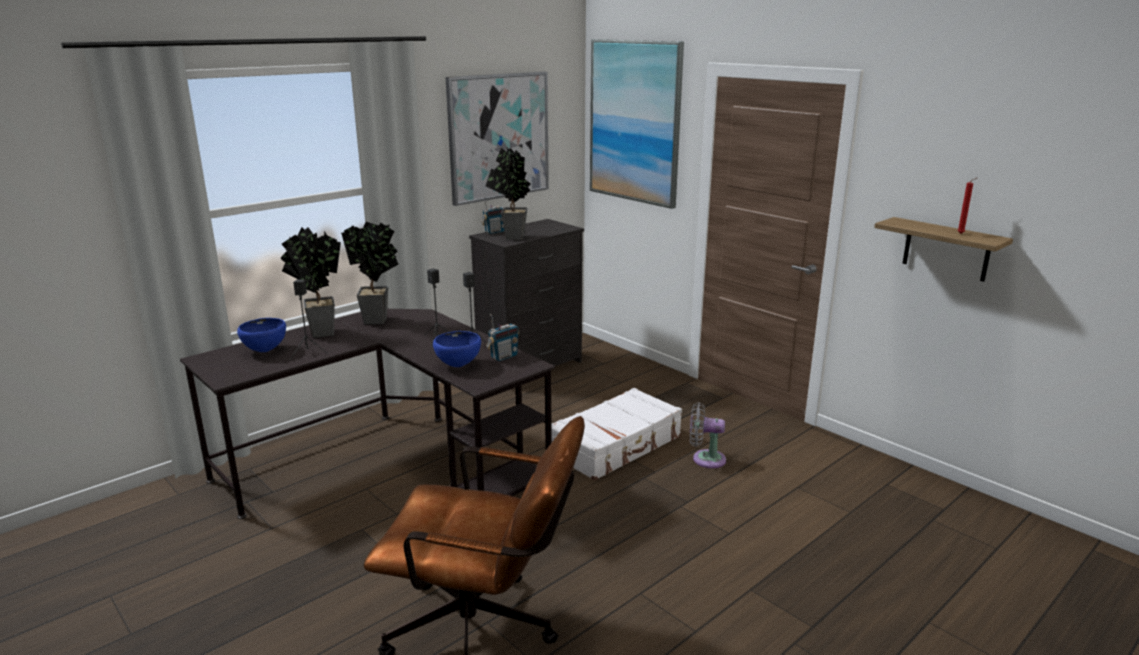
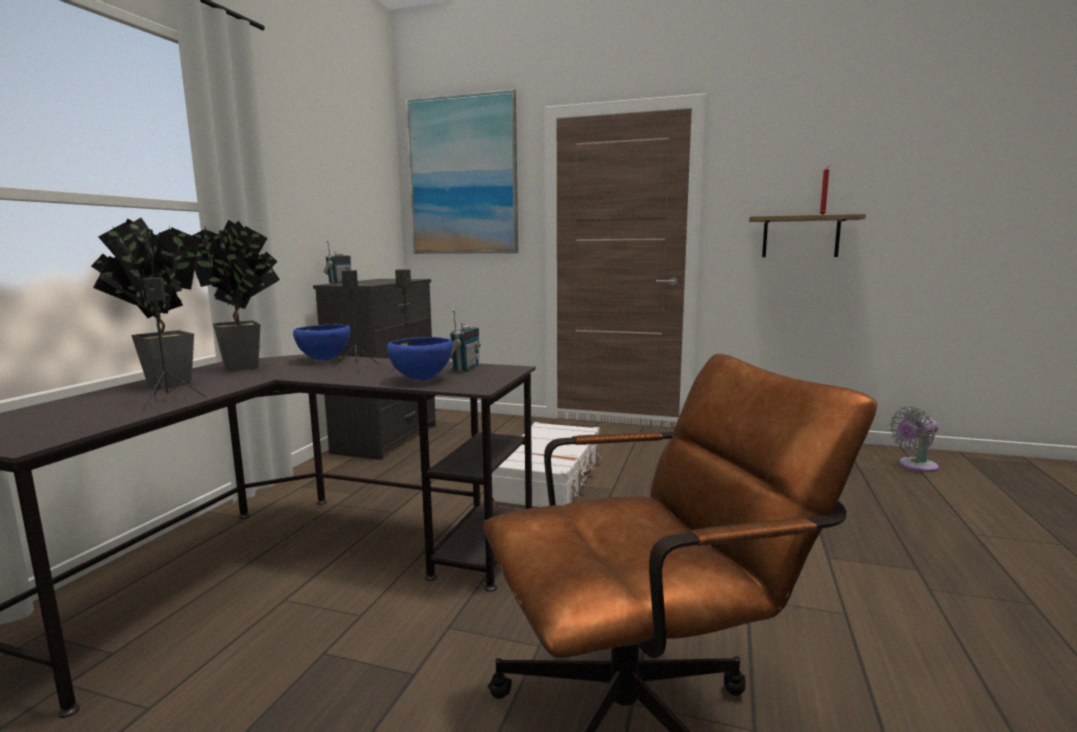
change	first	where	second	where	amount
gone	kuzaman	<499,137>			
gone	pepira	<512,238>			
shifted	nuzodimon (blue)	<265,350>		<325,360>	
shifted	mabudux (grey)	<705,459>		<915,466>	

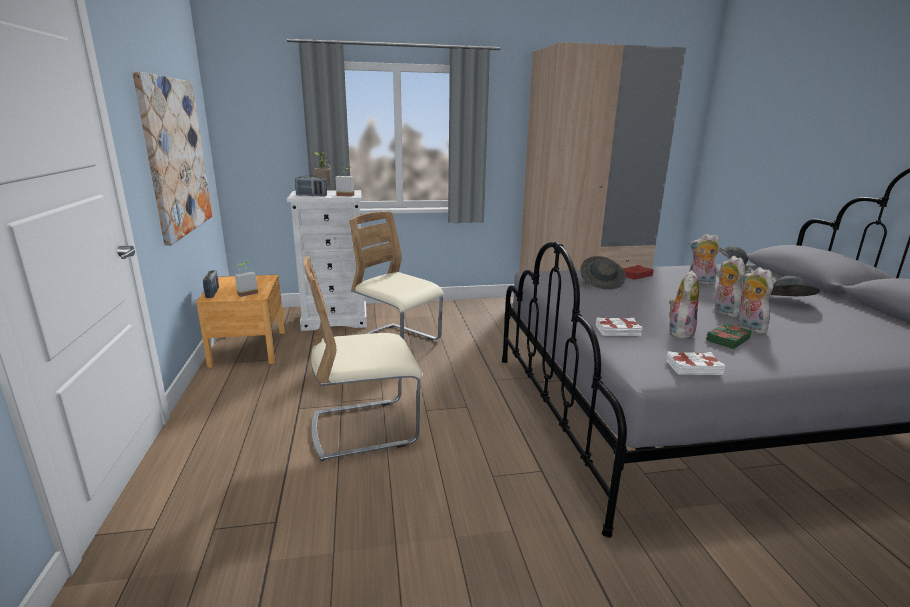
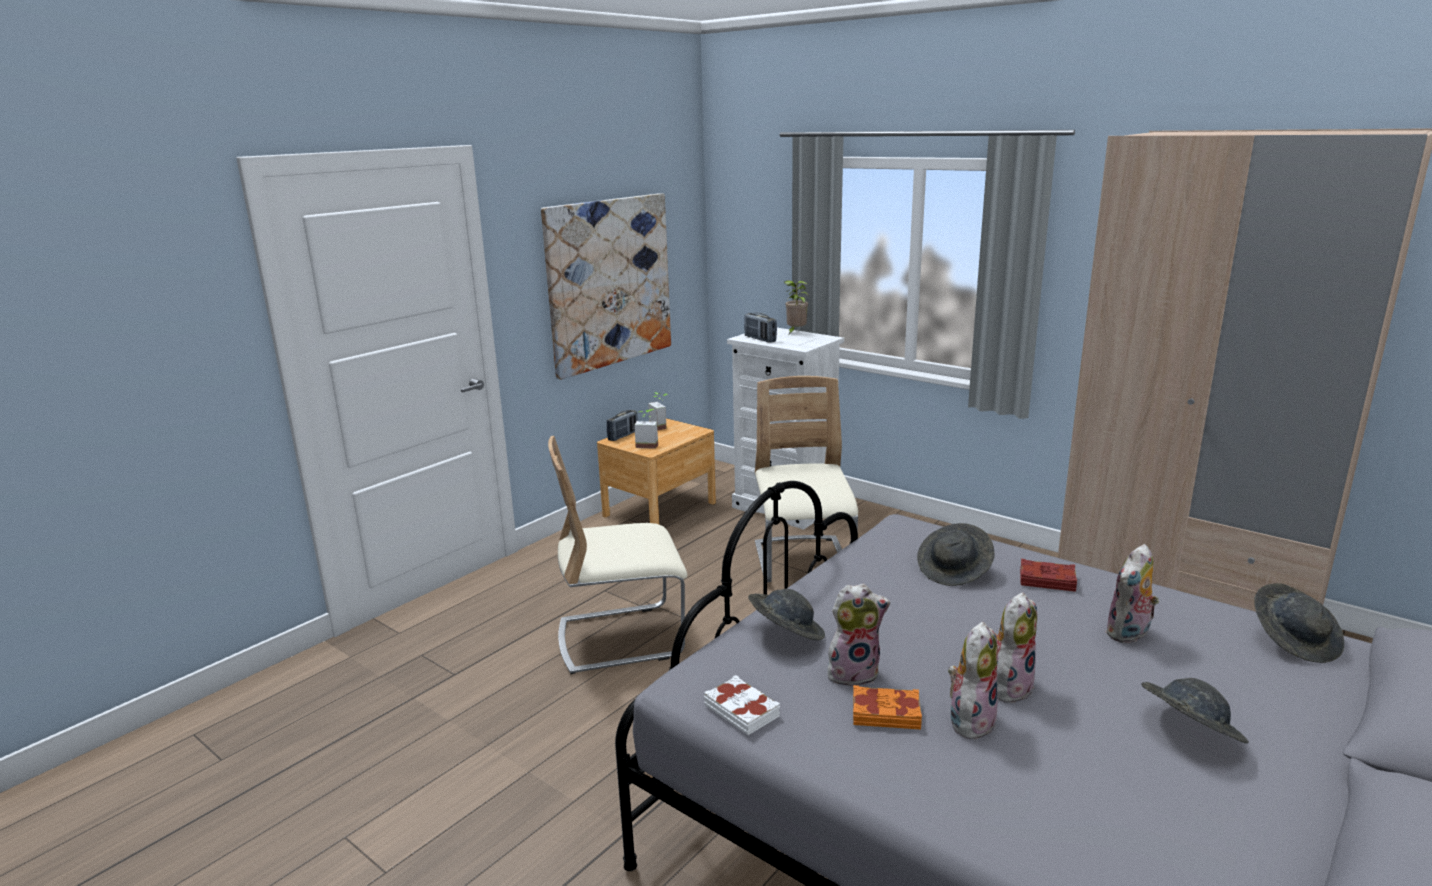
change	first	where	second	where	amount
shifted	pepira	<346,195>		<661,426>	
swapped	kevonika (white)	<618,331>	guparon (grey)	<785,633>	
repainted	kevonika (green)	<727,339>	kevonika (orange)	<885,713>	
rotated	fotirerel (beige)	<364,428>		<621,638>	45 degrees counterclockwise
rotated	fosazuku	<700,282>		<1129,634>	120 degrees counterclockwise

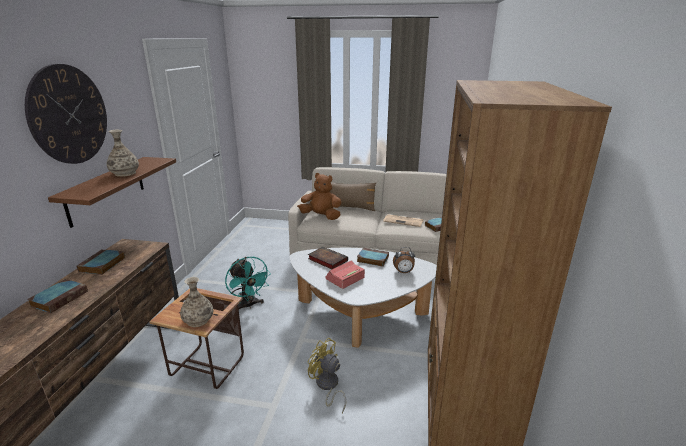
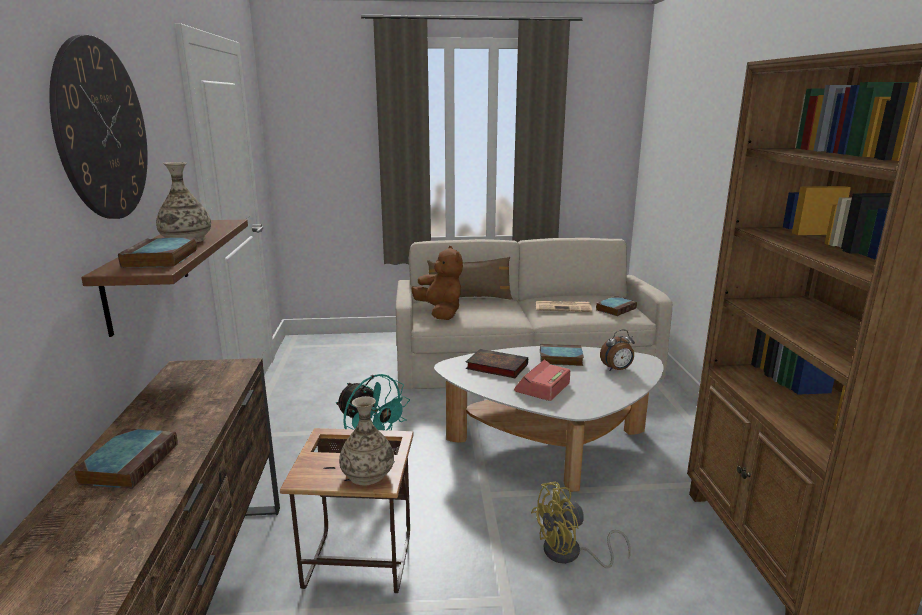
change	first	where	second	where	amount
shifted	kevonika	<102,265>		<161,259>	
rotated	fosazuku (brown)	<321,216>		<440,312>	60 degrees clockwise
rotated	mabudux (yellow)	<327,386>		<570,554>	45 degrees counterclockwise

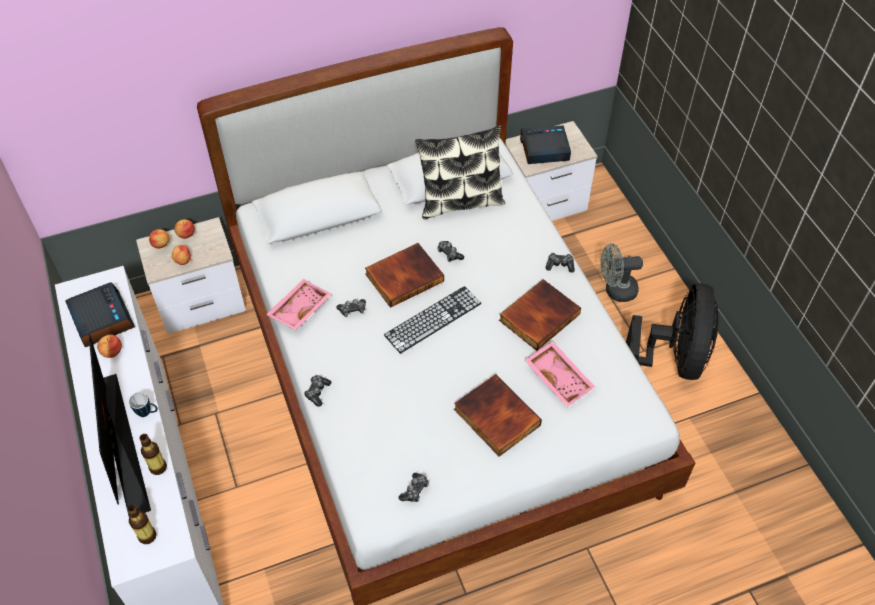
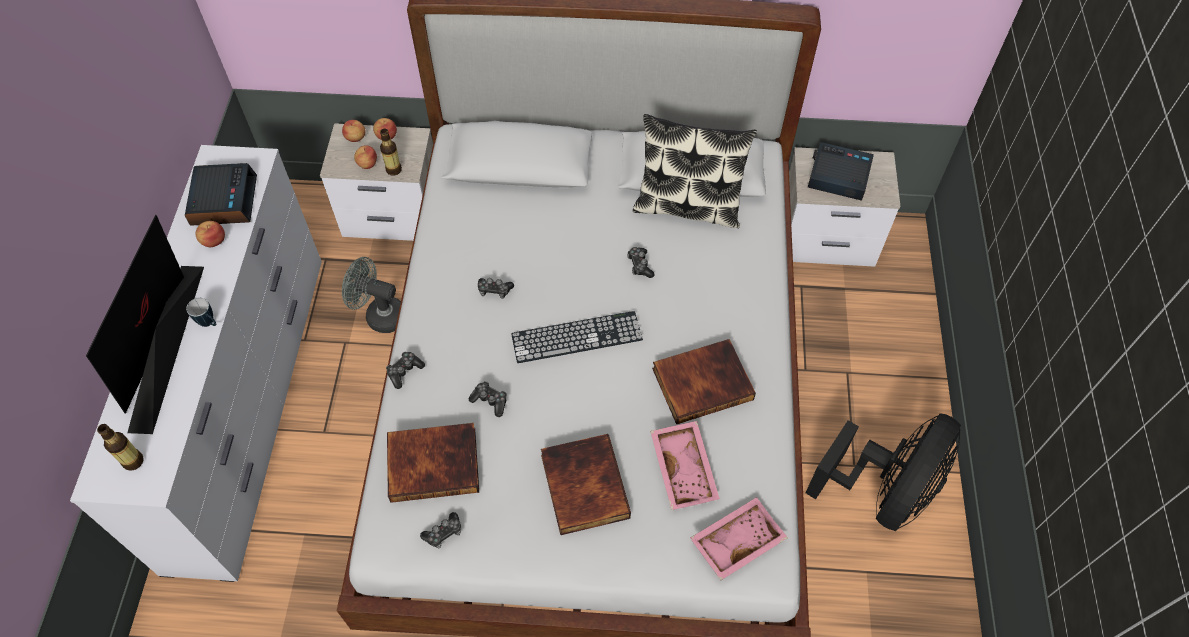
change	first	where	second	where	amount
shifted	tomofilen	<158,467>		<393,170>	
shifted	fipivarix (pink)	<299,309>		<736,540>	
shifted	kevonika	<404,276>		<434,462>	
shifted	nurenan	<560,265>		<490,401>	
shifted	mabudux (grey)	<615,290>		<380,315>	

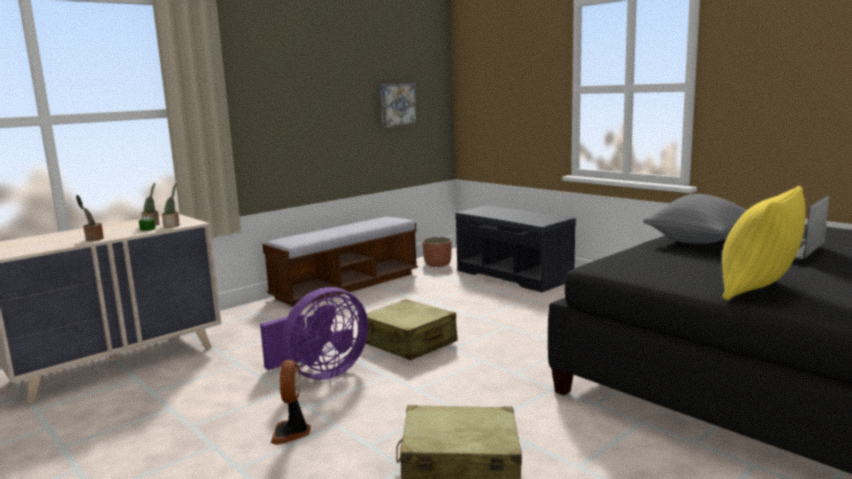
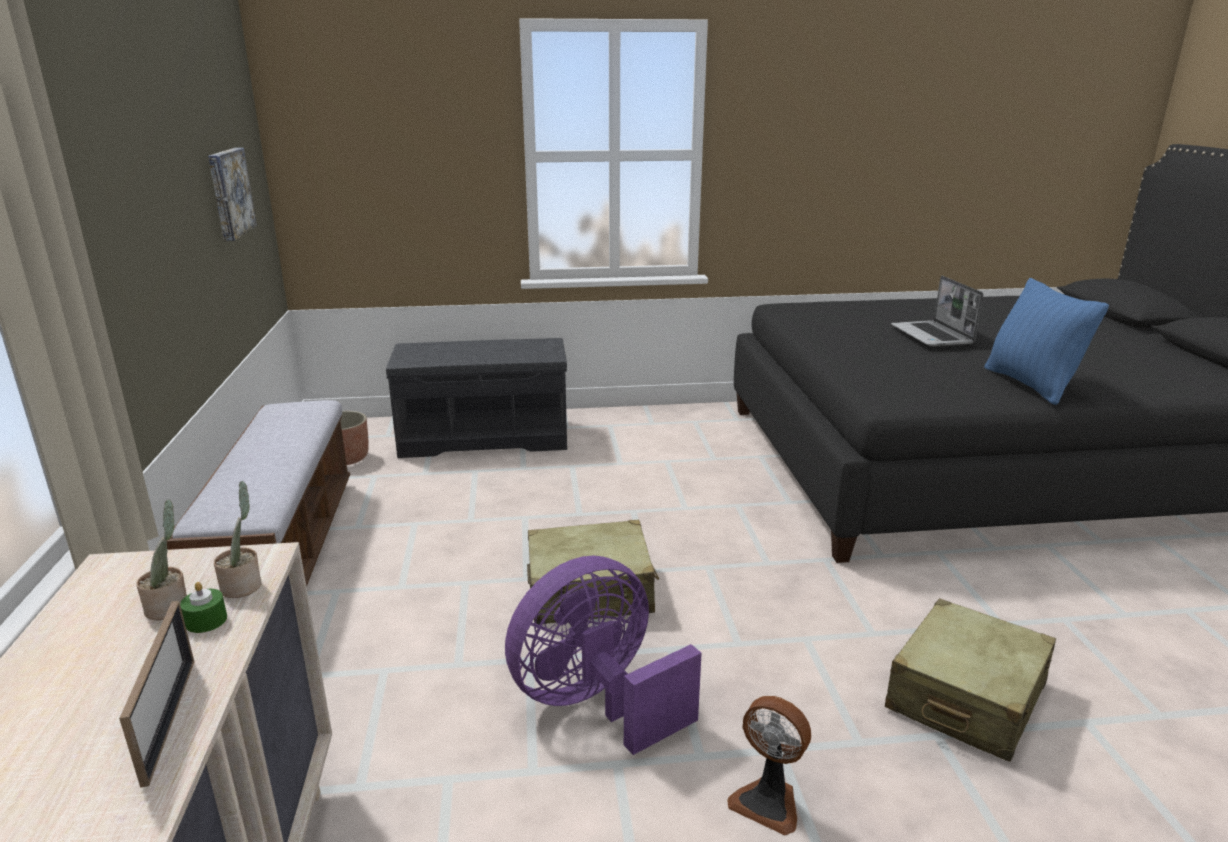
change	first	where	second	where	amount
gone	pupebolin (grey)	<701,242>			
swapped	pepira	<93,239>	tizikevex	<169,718>	
repainted	pupebolin (yellow)	<757,288>	pupebolin (blue)	<1030,385>	
rotated	mabudux (purple)	<320,373>		<596,703>	120 degrees counterclockwise

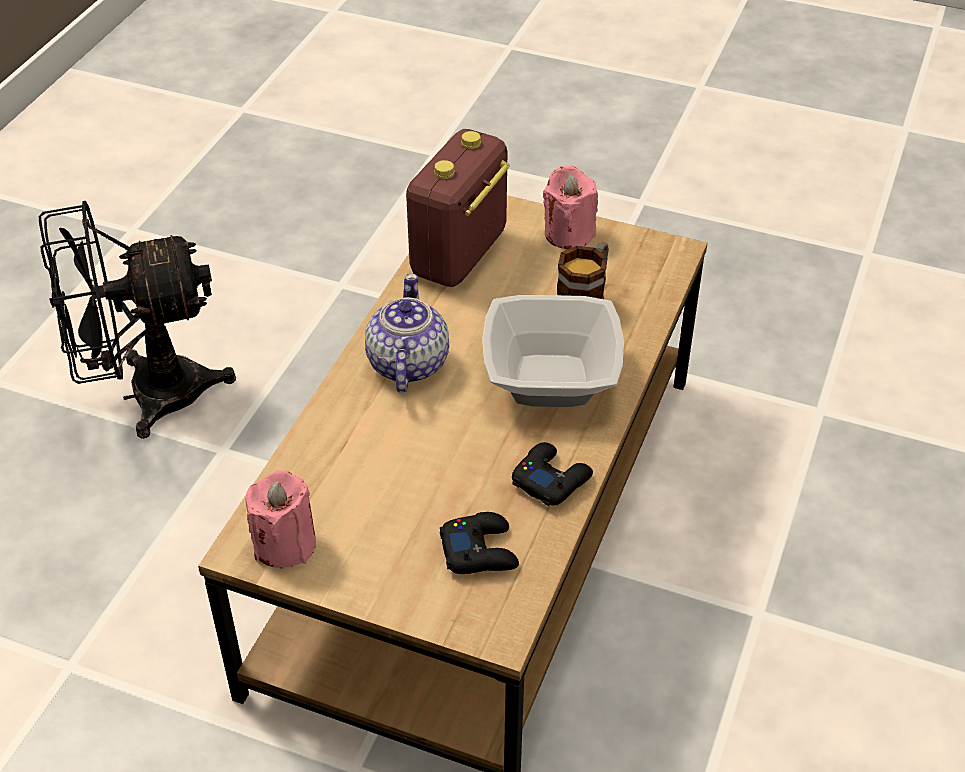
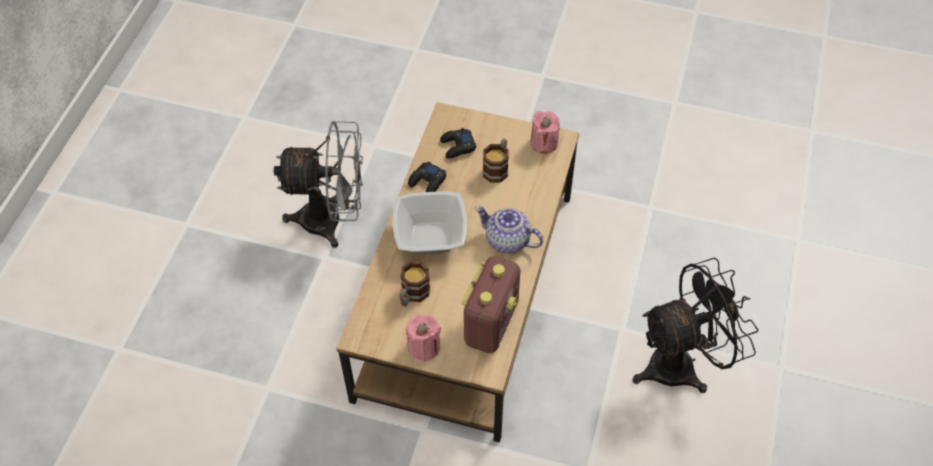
change	first	where	second	where	amount
new			mabudux (grey)	<332,220>	
new			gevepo	<497,168>	
rotated	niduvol	<407,365>		<508,241>	120 degrees clockwise

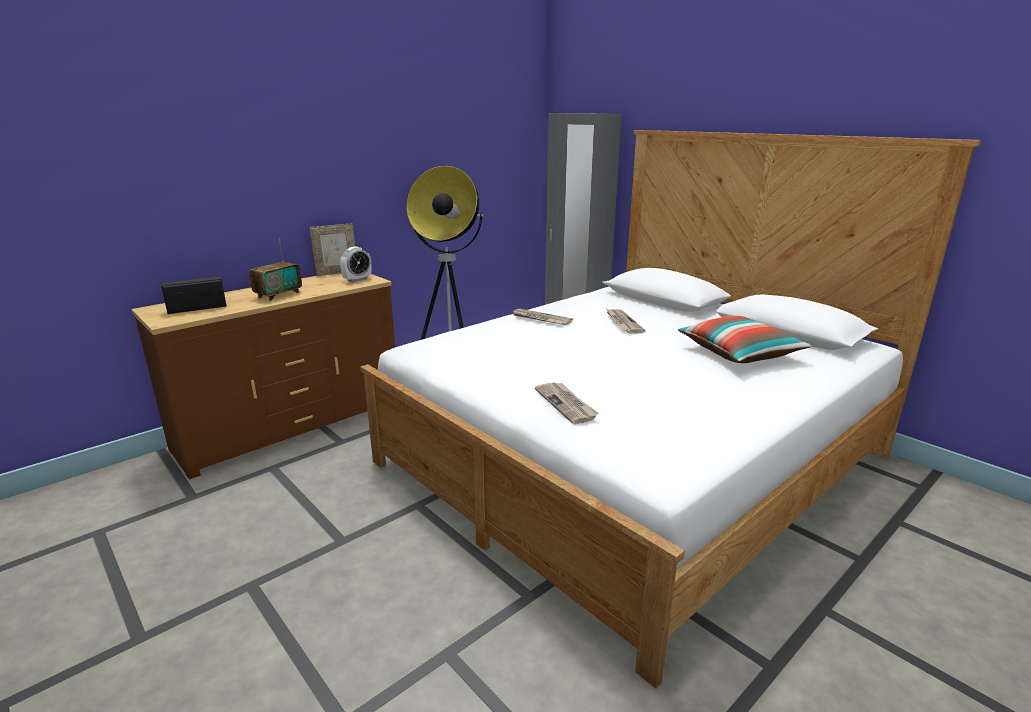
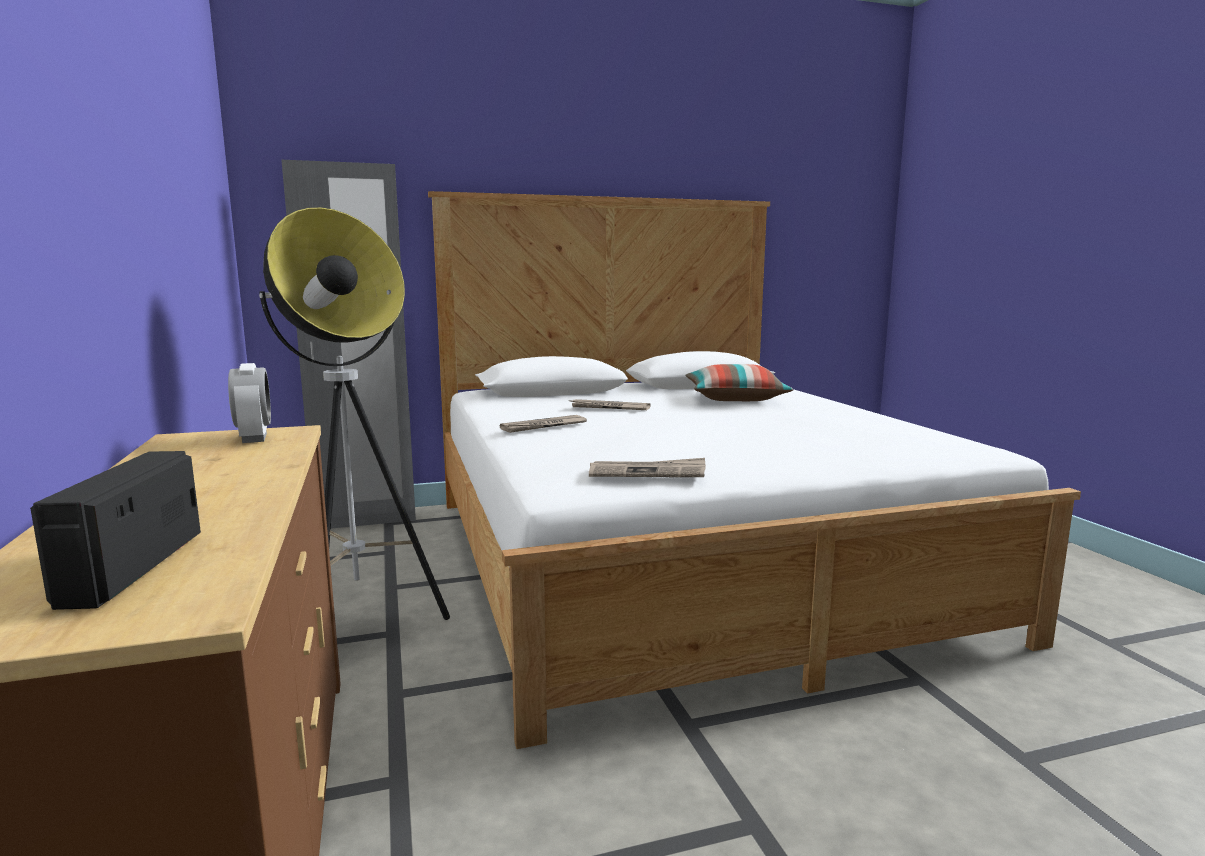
change	first	where	second	where	amount
gone	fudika	<278,295>			
gone	tizikevex	<337,273>			
shifted	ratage	<566,404>		<647,472>	

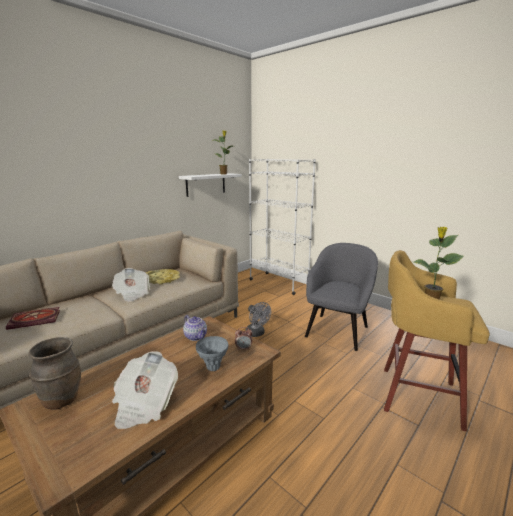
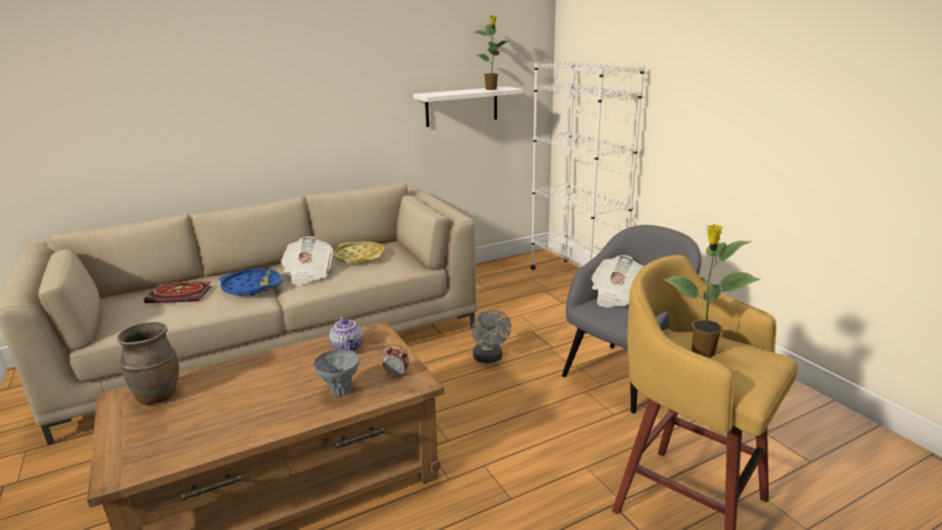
change	first	where	second	where	amount
new			fipivarix (blue)	<252,287>	
shifted	ratage	<144,404>		<616,296>	

